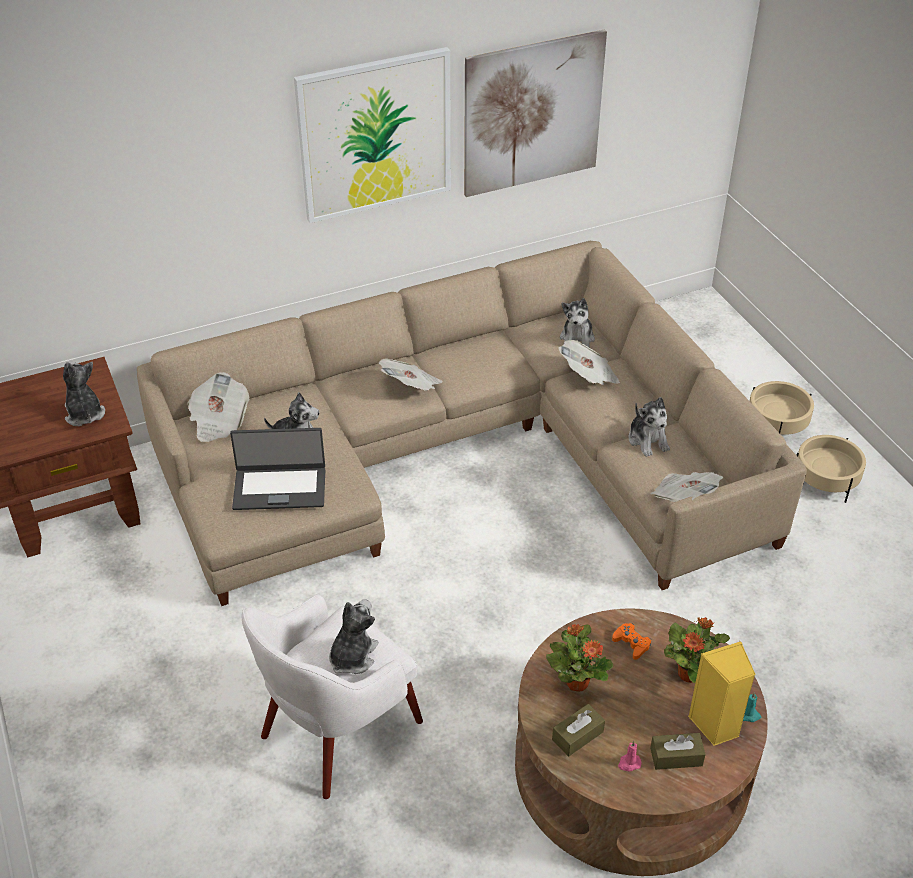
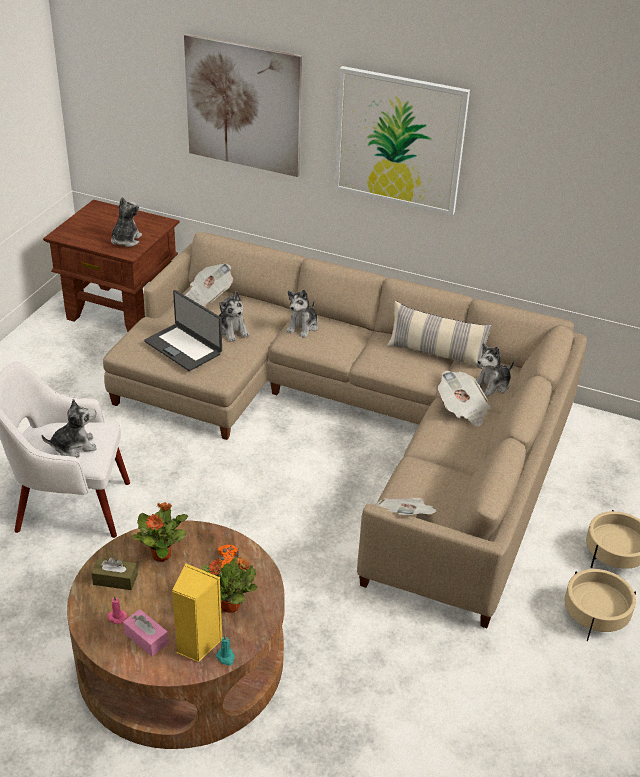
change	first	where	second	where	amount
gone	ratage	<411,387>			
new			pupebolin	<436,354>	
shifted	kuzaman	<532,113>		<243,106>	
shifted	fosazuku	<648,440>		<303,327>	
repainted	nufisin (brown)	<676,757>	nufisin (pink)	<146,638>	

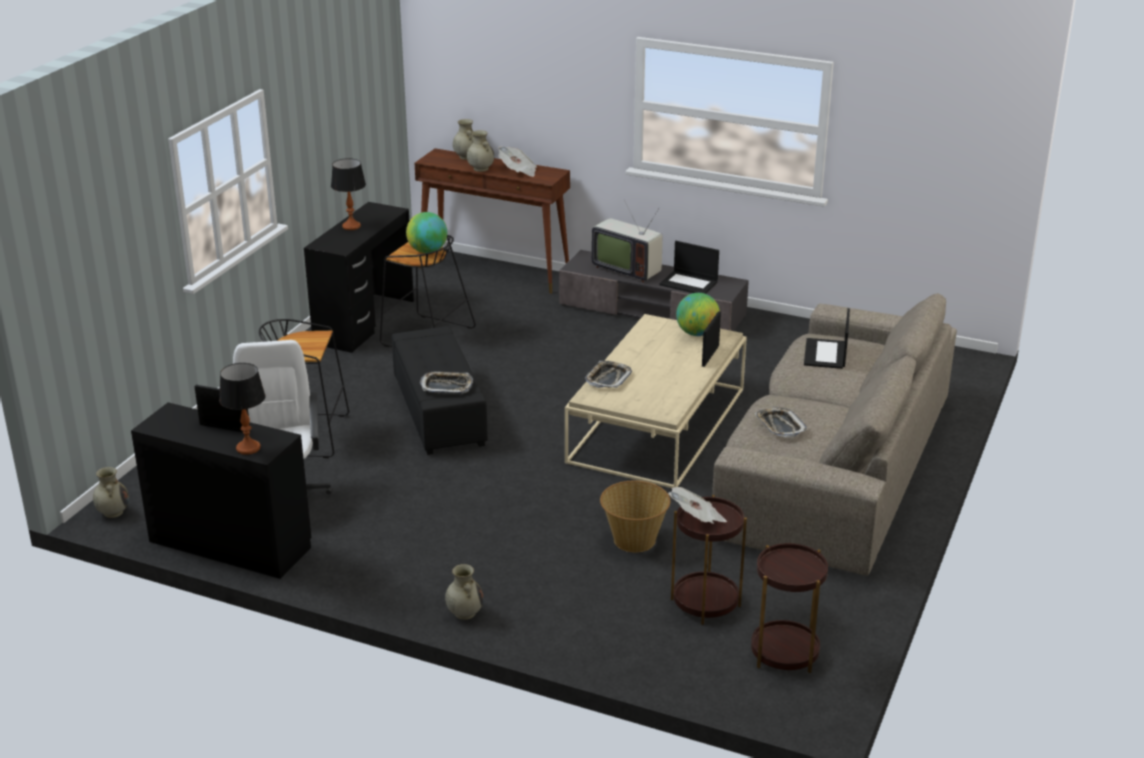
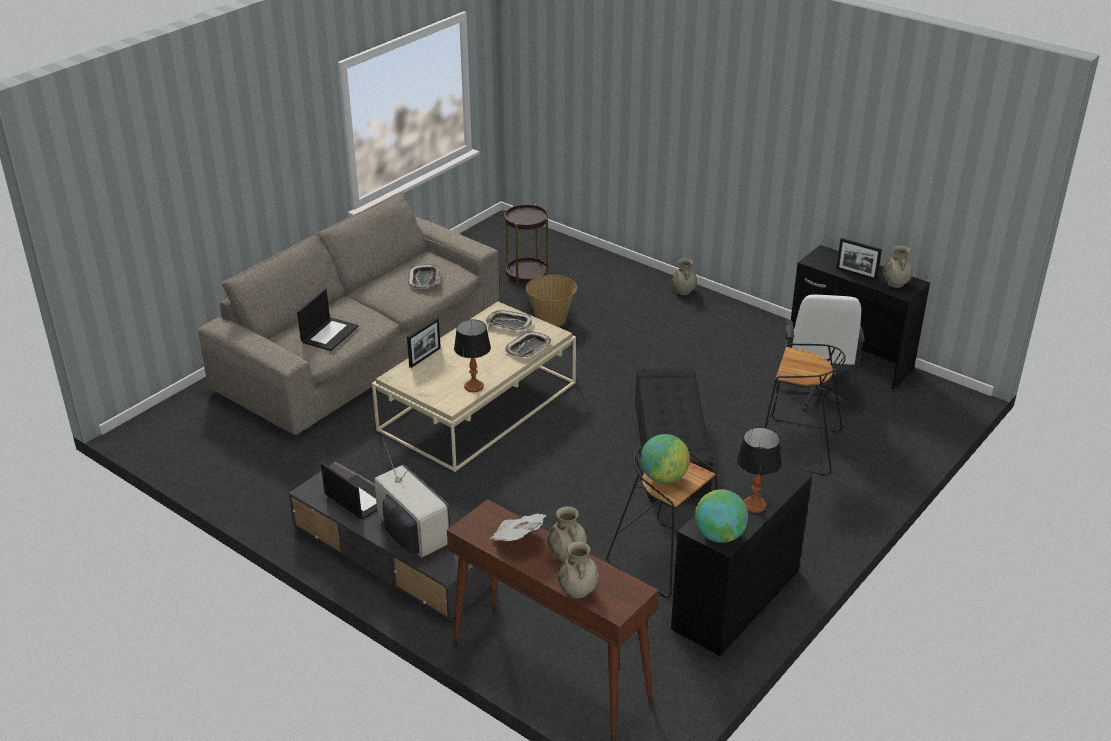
change	first	where	second	where	amount
gone	ratage	<697,519>			
gone	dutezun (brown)	<784,653>			
shifted	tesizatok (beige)	<113,512>		<896,284>	
shifted	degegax	<248,448>		<474,386>	
shifted	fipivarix	<446,386>		<508,324>	
shifted	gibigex	<697,333>		<719,536>	

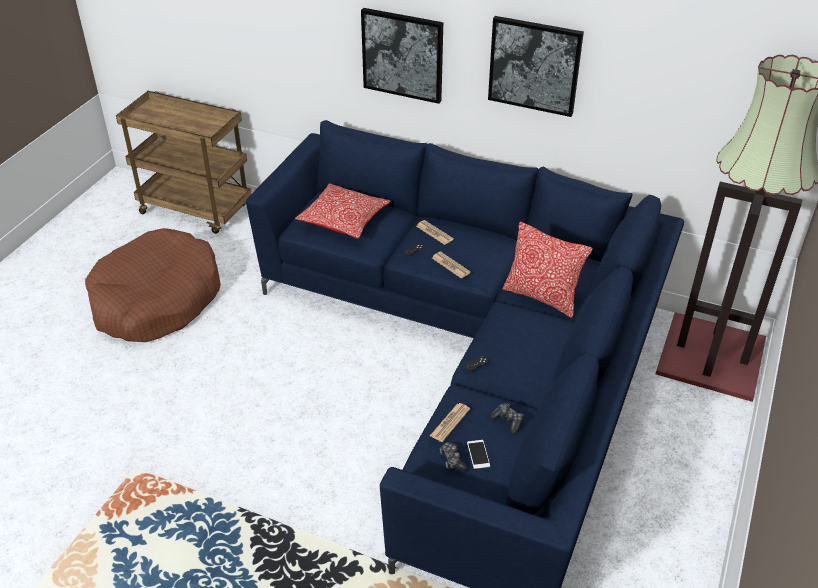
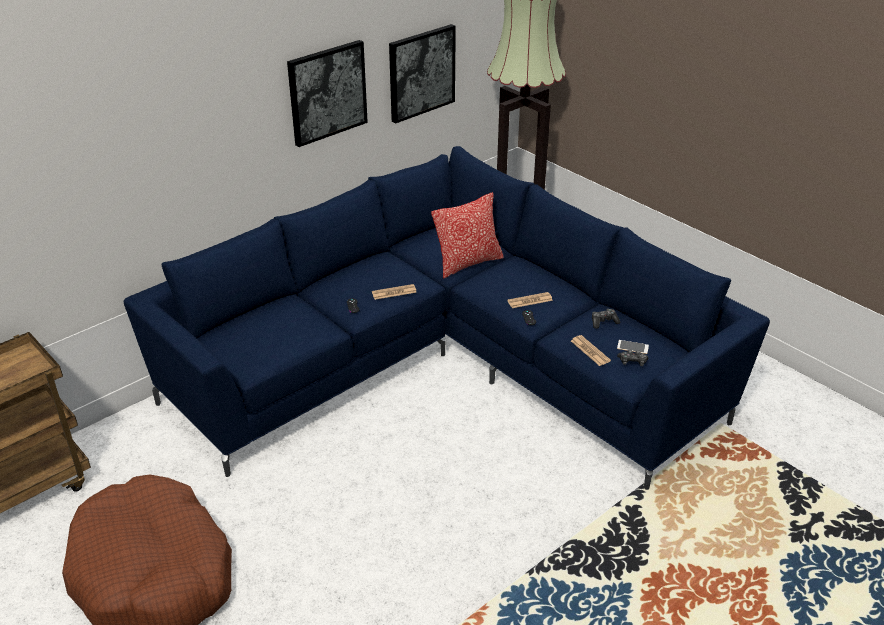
change	first	where	second	where	amount
gone	pupebolin	<343,220>			
shifted	kuzaman	<403,55>		<421,73>	
shifted	ratage	<434,233>		<530,301>	

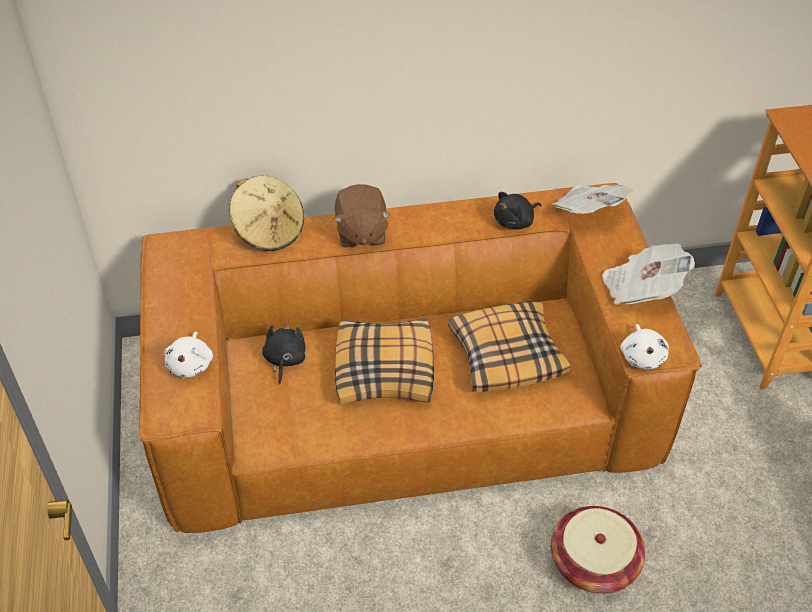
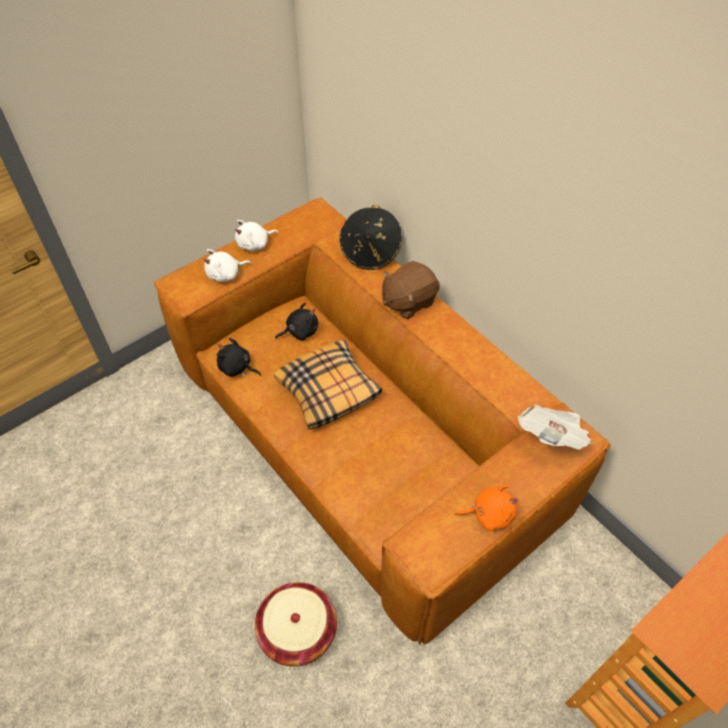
change	first	where	second	where	amount
gone	pupebolin	<506,354>			
shifted	fosazuku (black)	<515,221>		<237,368>	
shifted	fosazuku (white)	<642,356>		<255,244>	
swapped	ratage	<642,288>	fosazuku (orange)	<489,514>	
repainted	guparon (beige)	<269,230>	guparon (black)	<370,252>	

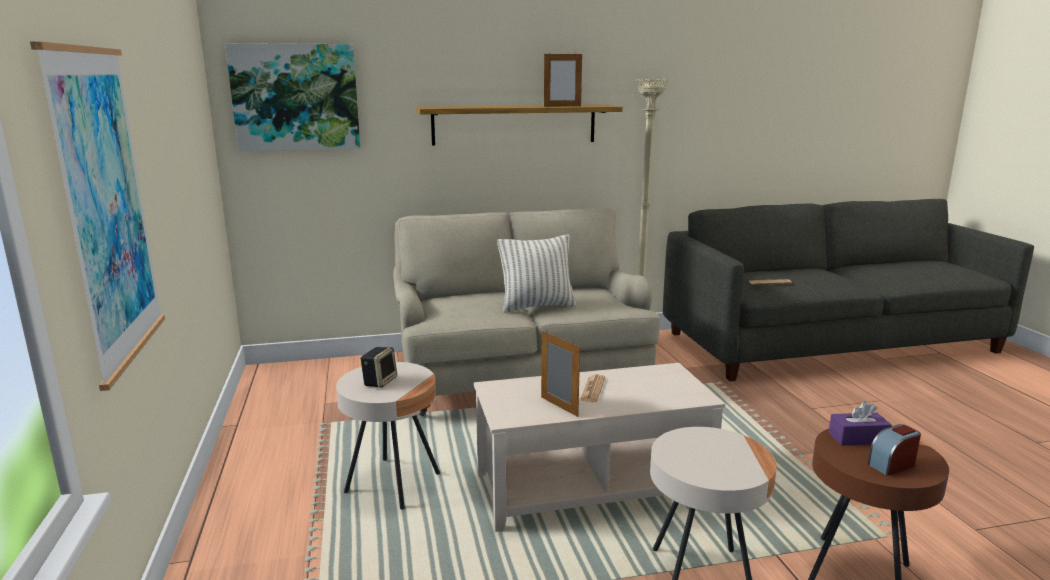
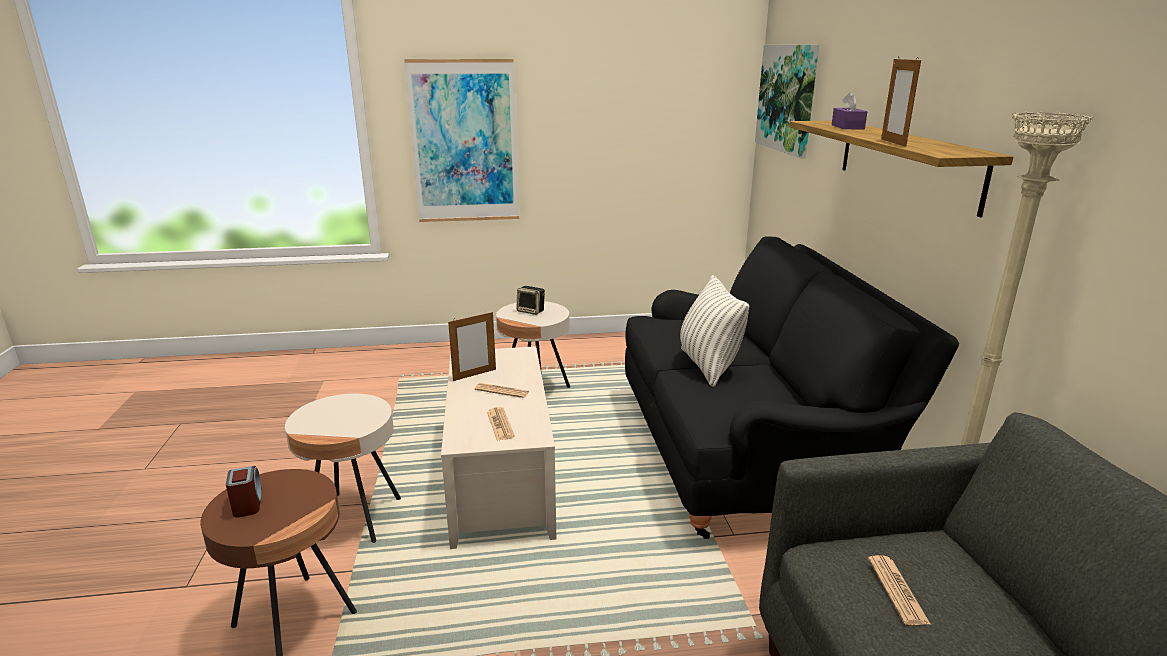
change	first	where	second	where	amount
new			ratage	<500,424>	
shifted	nufisin (purple)	<857,438>		<847,127>	
repainted	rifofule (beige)	<518,374>	rifofule (black)	<748,452>	

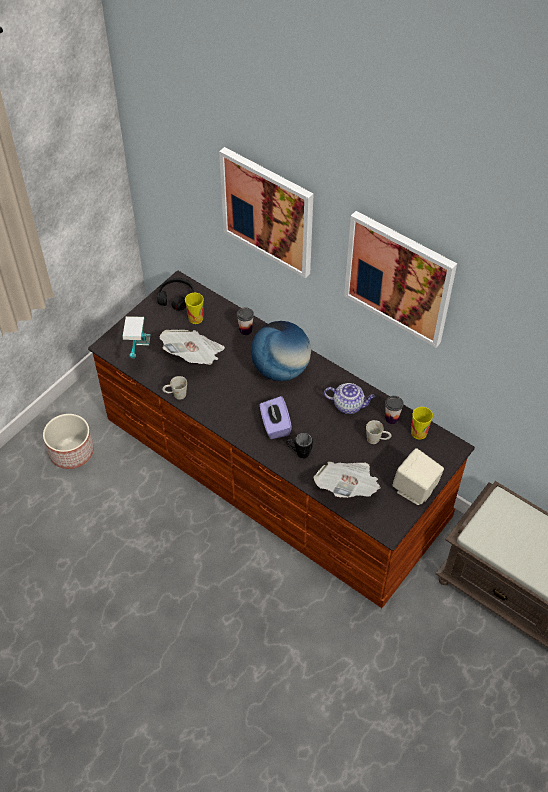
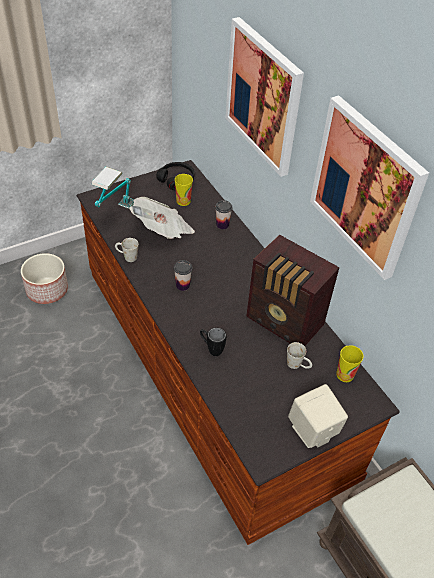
change	first	where	second	where	amount
gone	gibigex	<280,369>			
gone	nufisin (purple)	<275,425>			
gone	ratage	<347,488>			
shifted	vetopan	<391,418>		<182,285>	
swapped	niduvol	<349,405>	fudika	<285,323>	

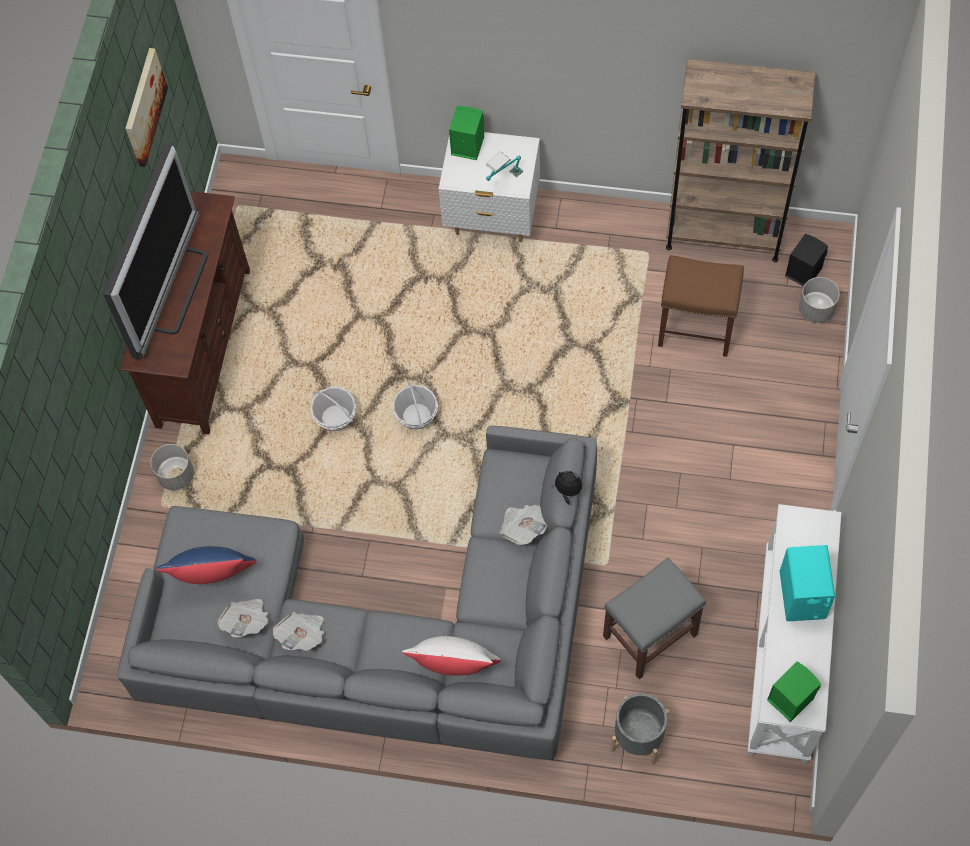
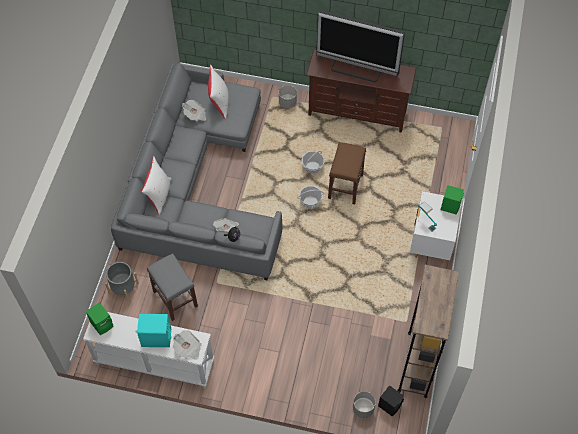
change	first	where	second	where	amount
gone	kuzaman	<144,107>			
shifted	ratage	<302,635>		<188,349>	
shifted	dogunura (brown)	<694,329>		<345,186>	
repainted	pupebolin (blue)	<212,577>	pupebolin (white)	<219,102>	

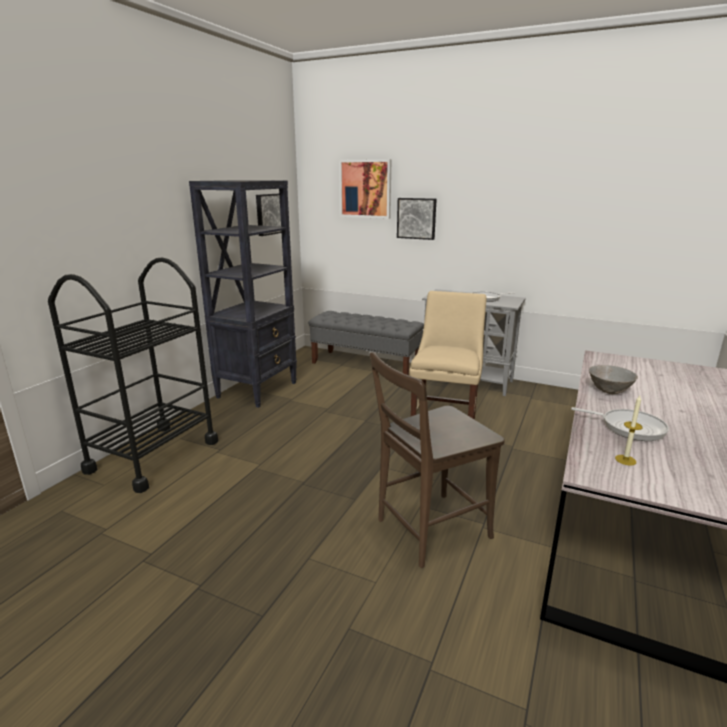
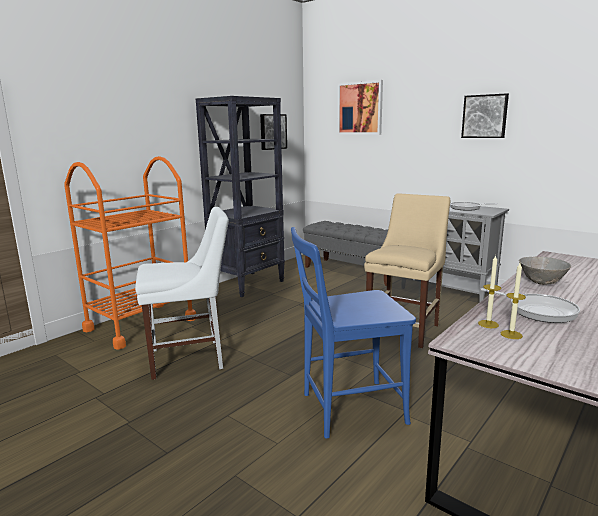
change	first	where	second	where	amount
new			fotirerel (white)	<191,358>	
new			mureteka	<488,324>	
shifted	kuzaman	<416,218>		<485,116>	
repainted	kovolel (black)	<153,456>	kovolel (orange)	<141,324>	
repainted	fotirerel (brown)	<428,530>	fotirerel (blue)	<347,409>	

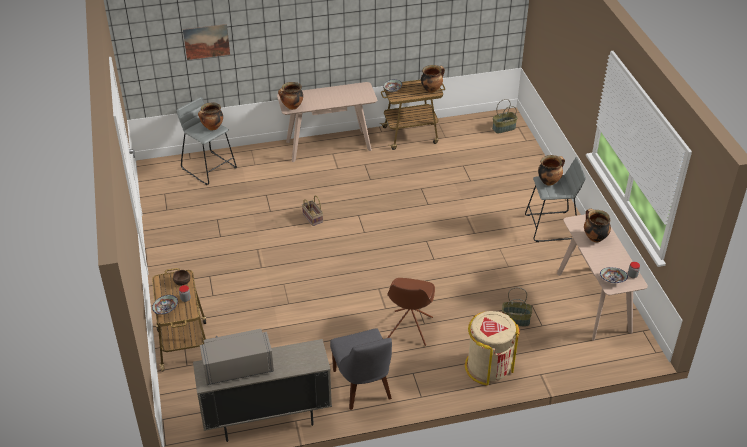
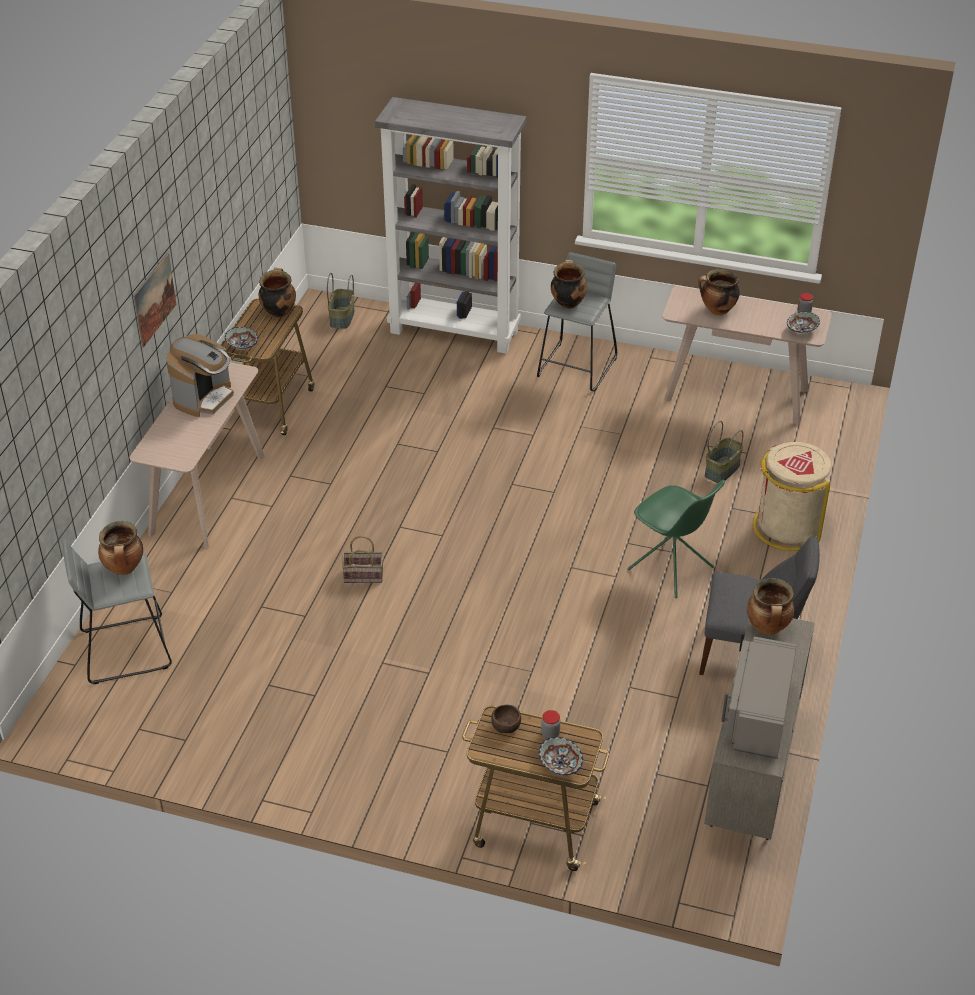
change	first	where	second	where	amount
new			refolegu	<204,398>	
new			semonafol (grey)	<455,331>	
shifted	kuzaman	<206,41>		<154,299>	
shifted	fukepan	<292,107>		<768,628>	
repainted	fotirerel (brown)	<409,329>	fotirerel (green)	<671,569>	

